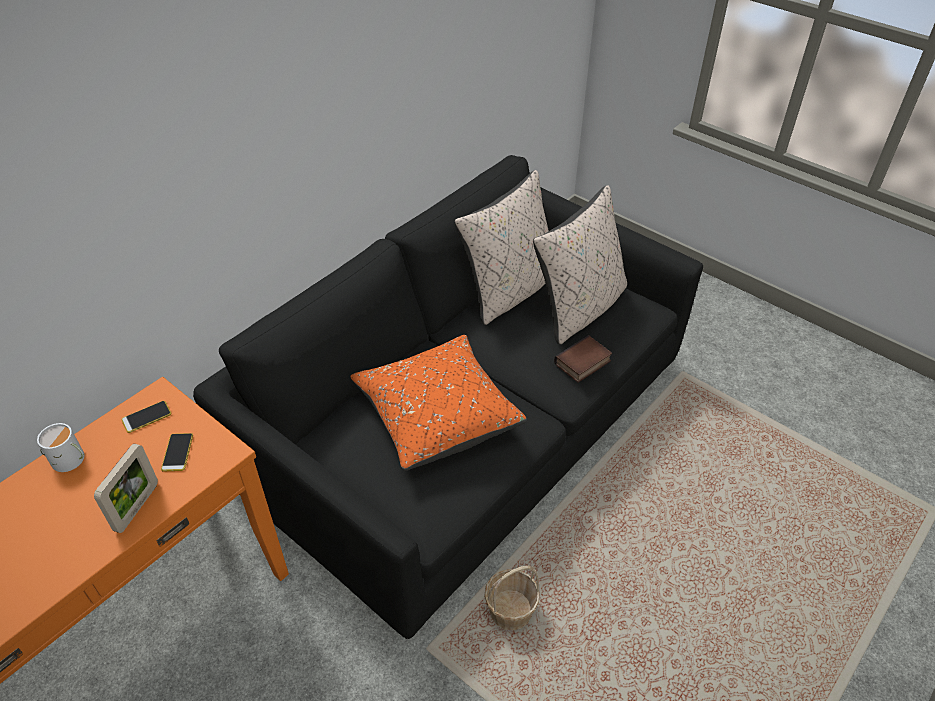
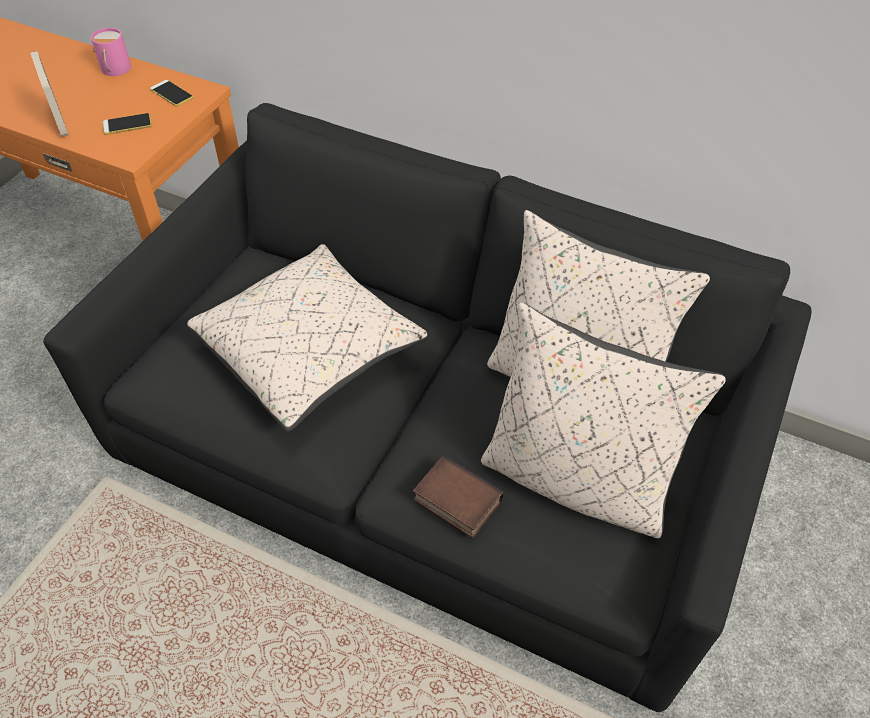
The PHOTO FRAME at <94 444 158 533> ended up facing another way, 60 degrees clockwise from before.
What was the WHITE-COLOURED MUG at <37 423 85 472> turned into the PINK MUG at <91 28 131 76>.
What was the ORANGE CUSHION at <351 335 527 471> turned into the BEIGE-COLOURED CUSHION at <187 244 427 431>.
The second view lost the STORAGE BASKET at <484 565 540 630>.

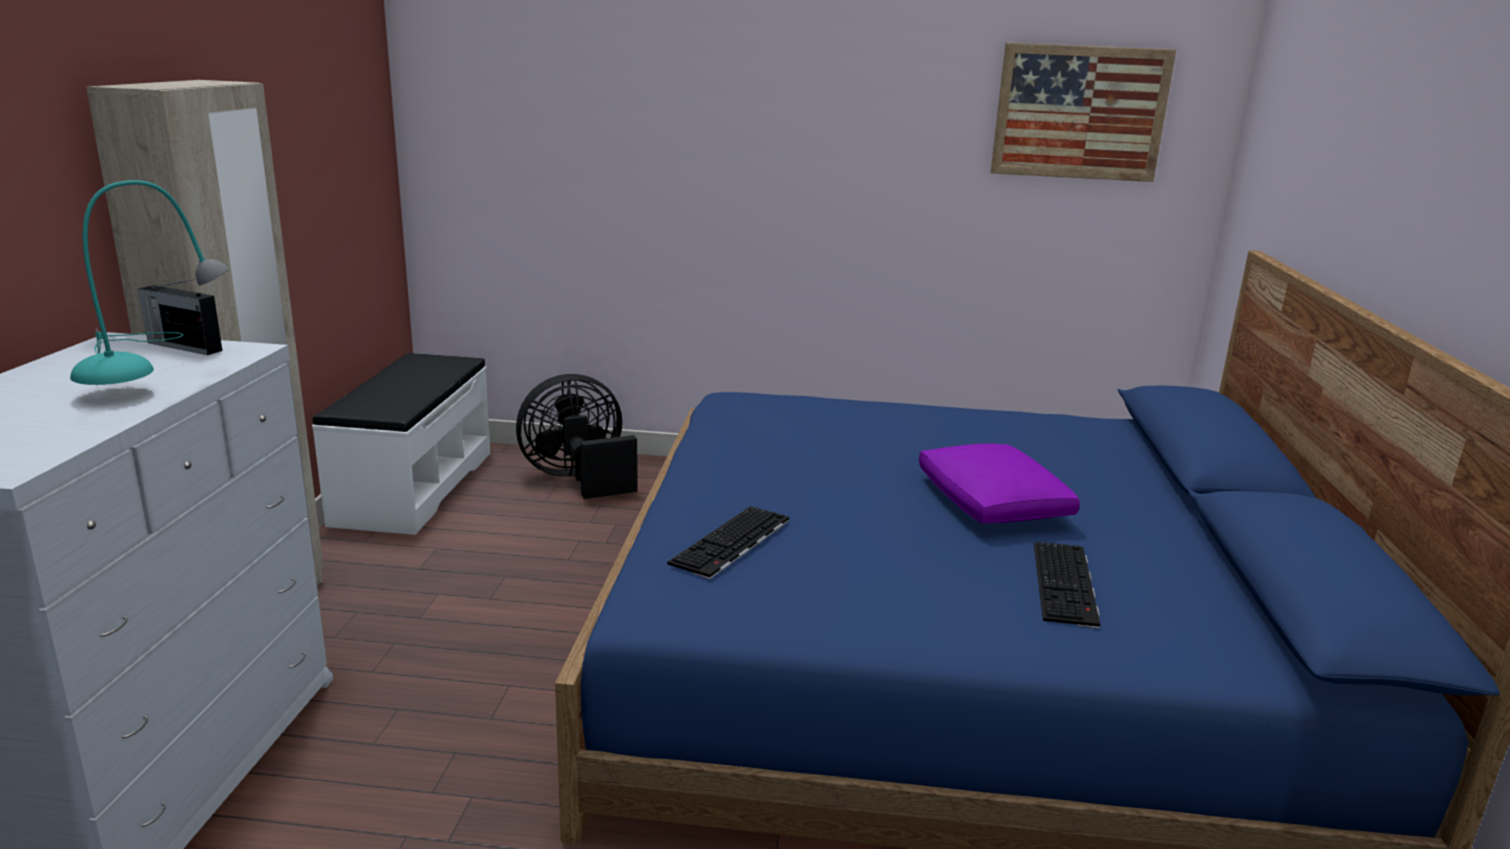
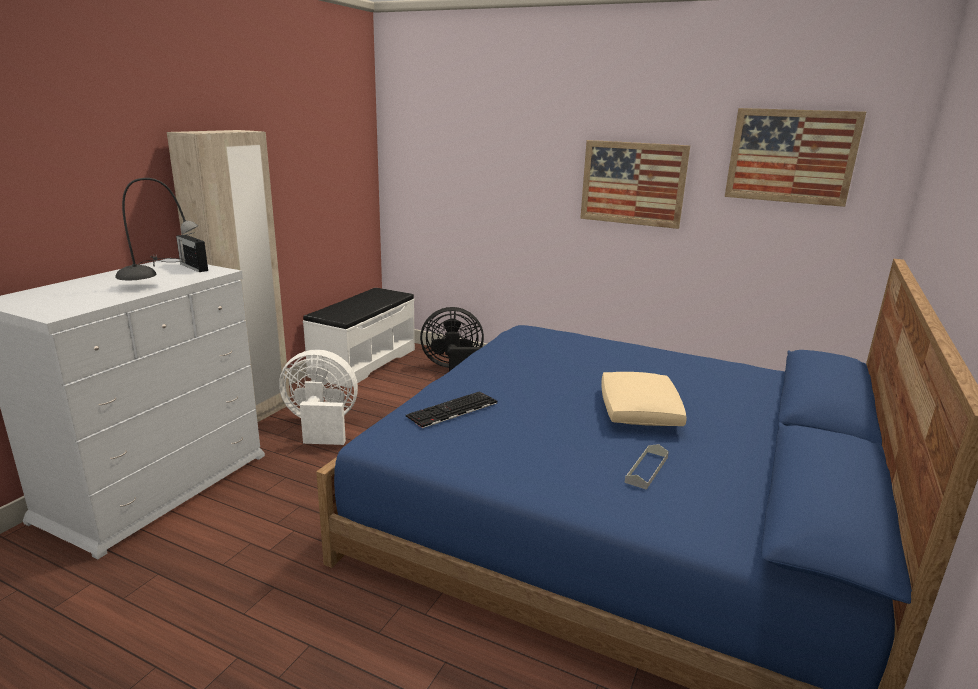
What was the BLUE-GREEN LAMP FOR A TABLE at <70 180 229 385> turned into the GRAY LAMP FOR A TABLE at <115 178 198 280>.
The second view gained the WHITE-COLOURED COOLING FAN at <279 350 358 445>.
The second view gained the WALL PICTURE at <580 140 690 229>.
What was the PURPLE CUSHION at <919 444 1080 524> turned into the BEIGE-COLOURED CUSHION at <601 372 687 426>.
Where the KEYBOARD stood at <1034 542 1100 628>, the GRAY CARRYING TRAY came to stand at <625 444 669 490>.

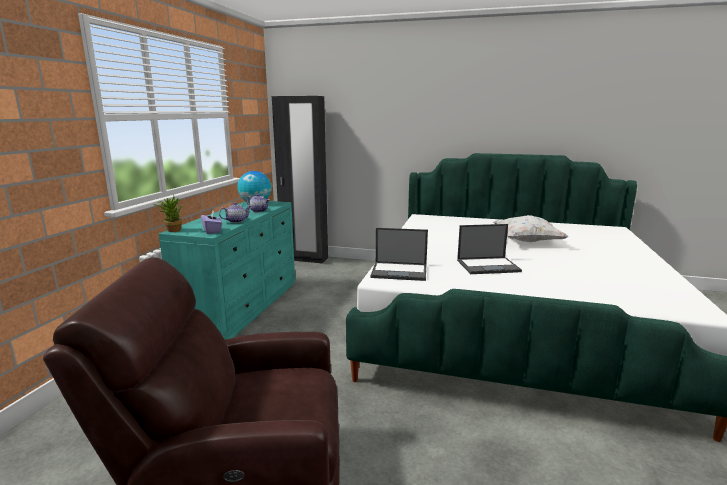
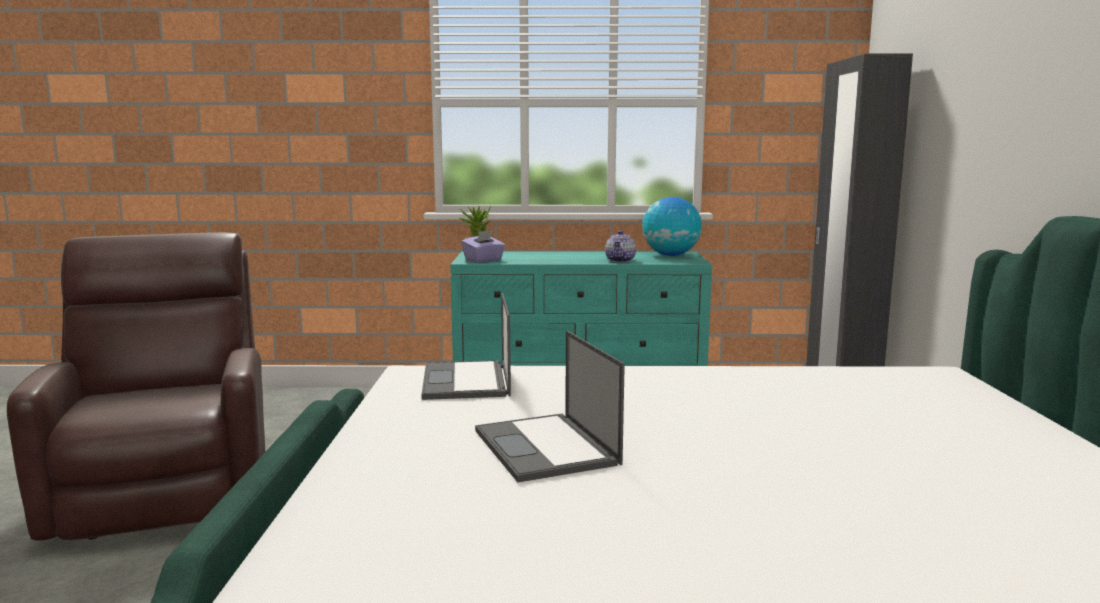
The second view lost the TEA POT at <219 202 251 223>.
The second view lost the WHITE-COLOURED CUSHION at <493 215 569 242>.

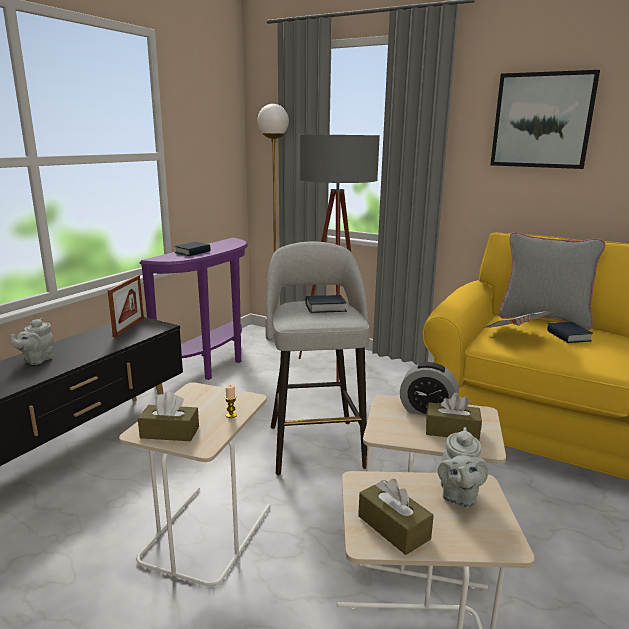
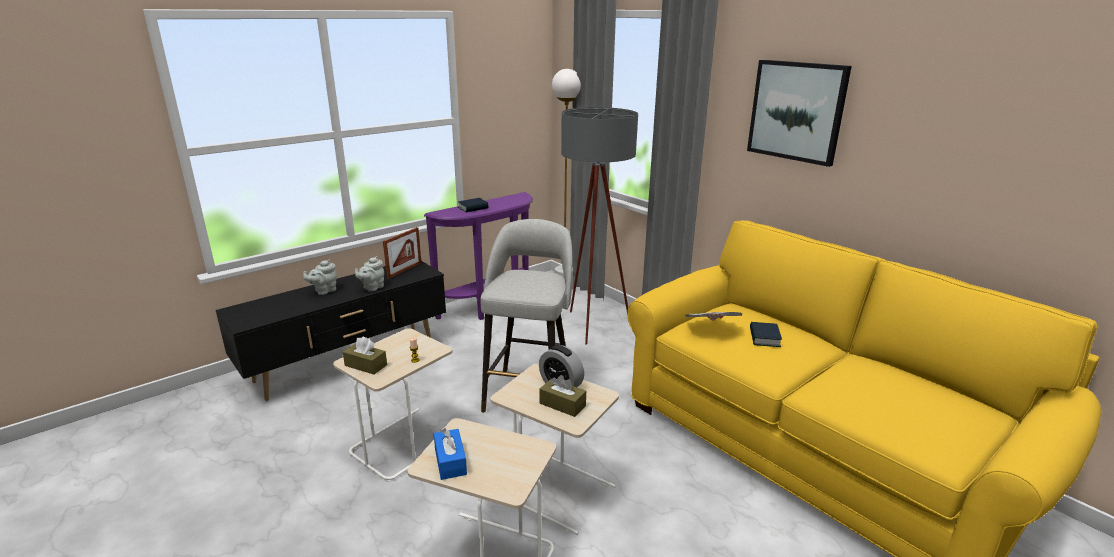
The GRAY TEA POT ended up elsewhere, having gone from <438 427 488 508> to <355 256 384 292>.
What was the BROWNISH TISSUE HOLDER at <358 479 434 555> turned into the BLUE TISSUE HOLDER at <434 428 467 480>.
The second view lost the VOLUME at <306 295 347 313>.
The second view lost the GRAY CUSHION at <498 232 605 330>.

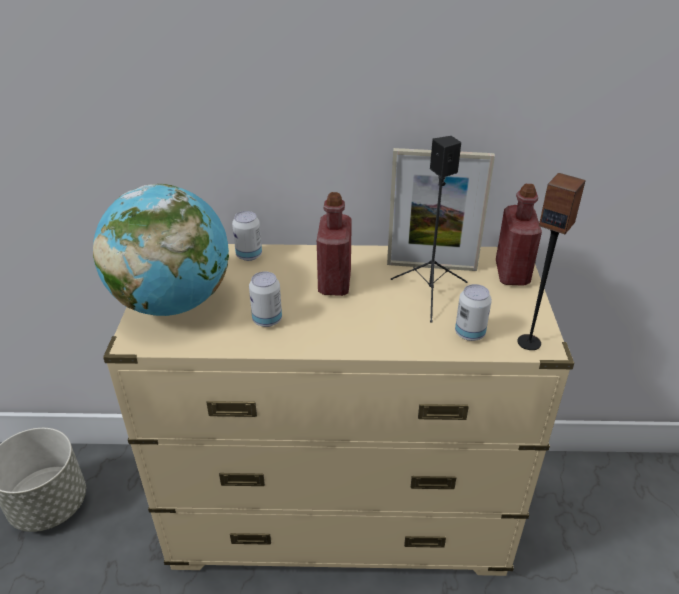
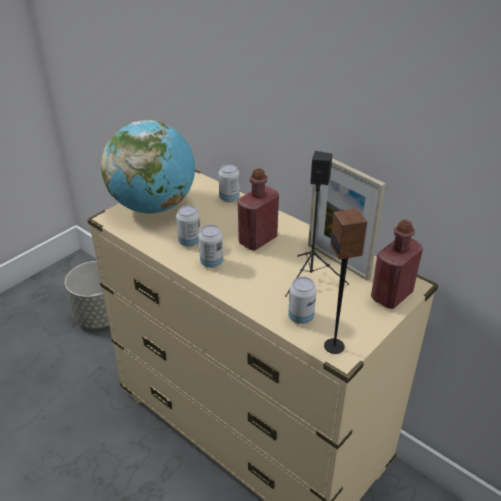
The second view gained the CAN at <199 225 223 268>.

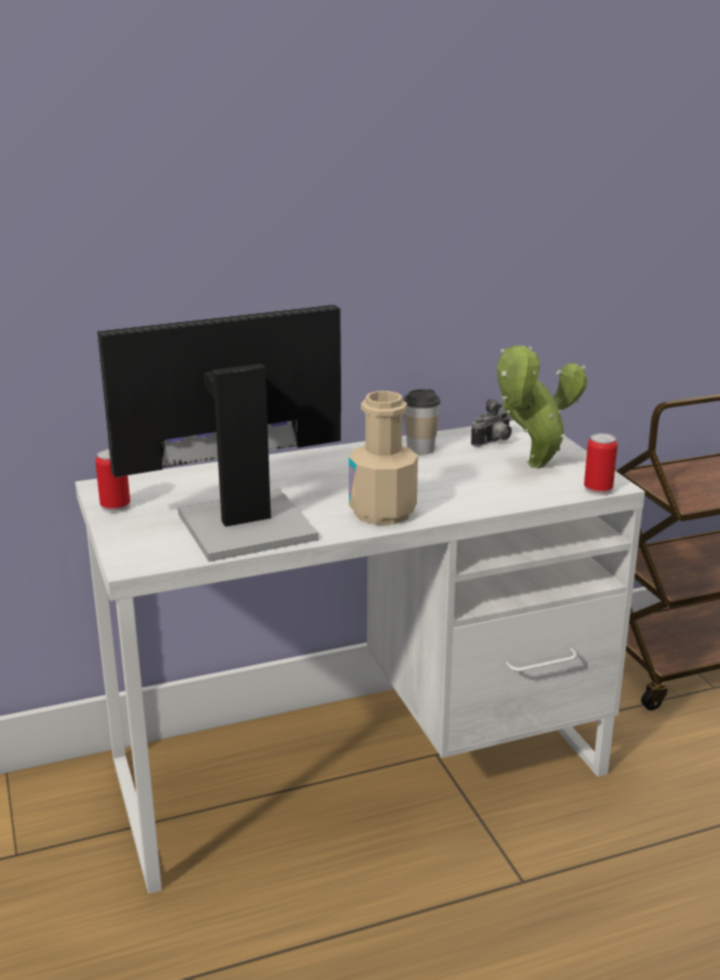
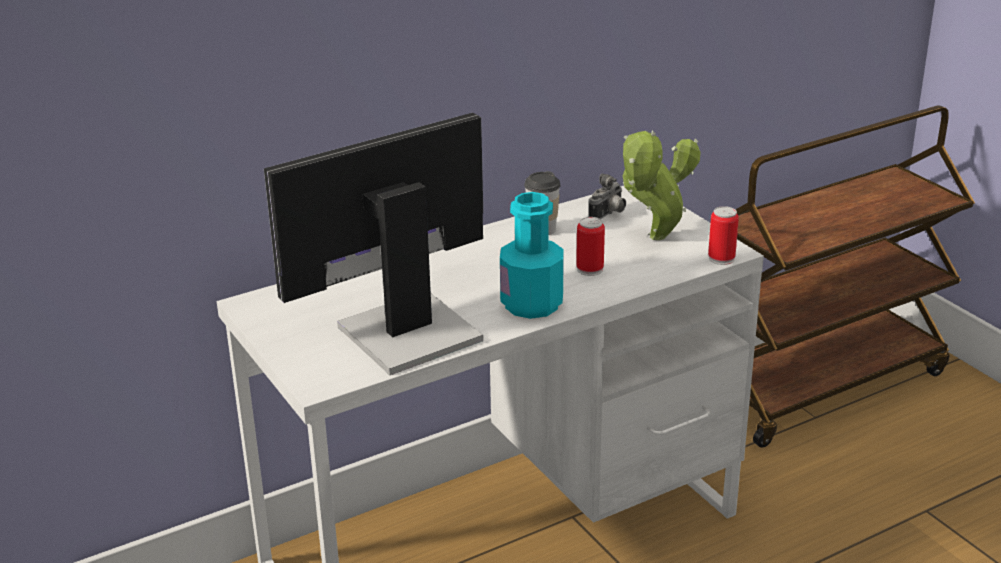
What was the BEIGE-COLOURED BEVERAGE BOTTLE at <349 391 418 525> turned into the BLUE-GREEN BEVERAGE BOTTLE at <500 192 564 319>.
The CAN ended up elsewhere, having gone from <95 449 130 513> to <576 217 605 276>.

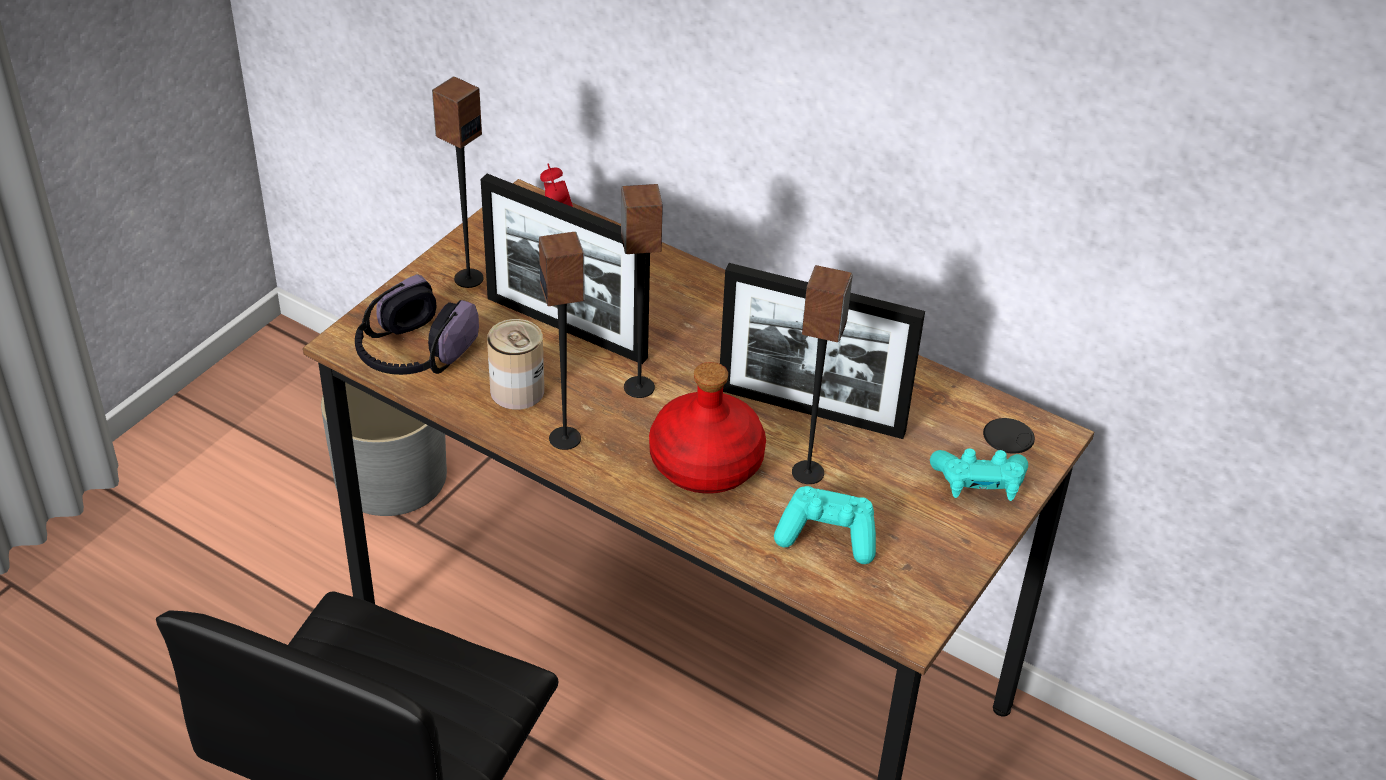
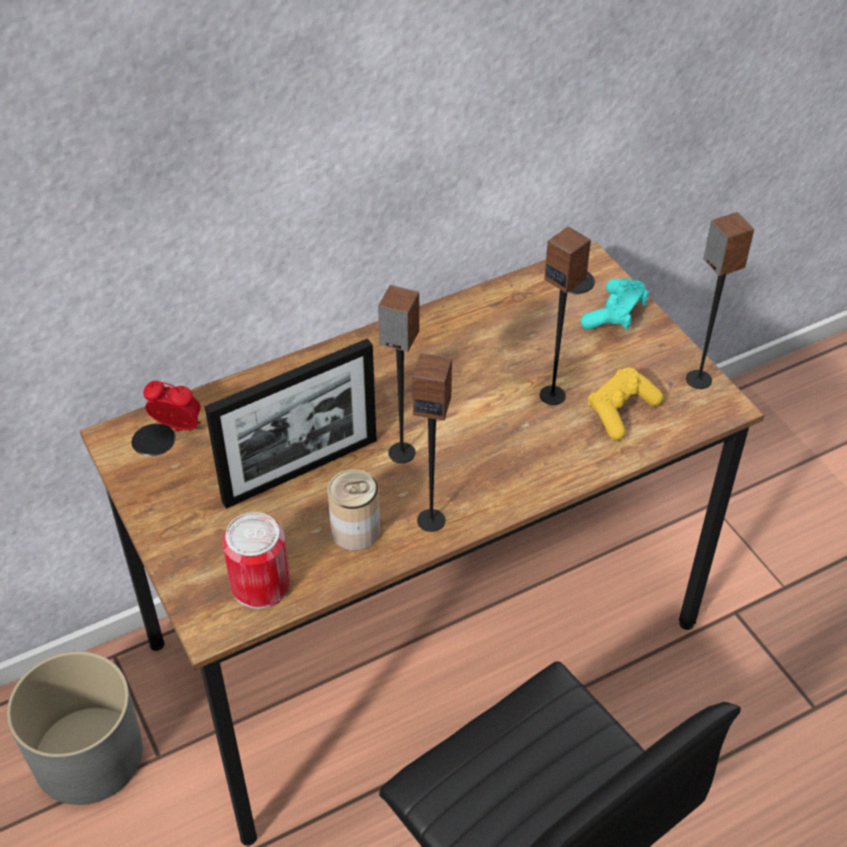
Where the HEADPHONES stood at <355 274 479 375>, the CAN came to stand at <222 512 290 609>.
What was the BLUE-GREEN GAMEPAD at <774 486 876 564> turned into the YELLOW-COLOURED GAMEPAD at <588 367 663 441>.
The SPEAKER ended up elsewhere, having gone from <432 76 484 288> to <686 212 754 389>.
The second view lost the RED BEVERAGE BOTTLE at <649 362 766 494>.
The second view lost the PHOTO FRAME at <720 263 925 439>.

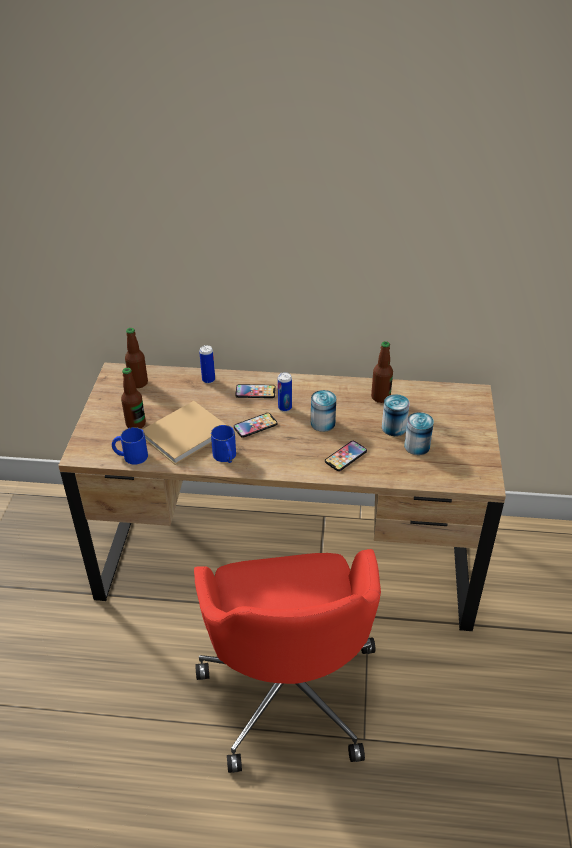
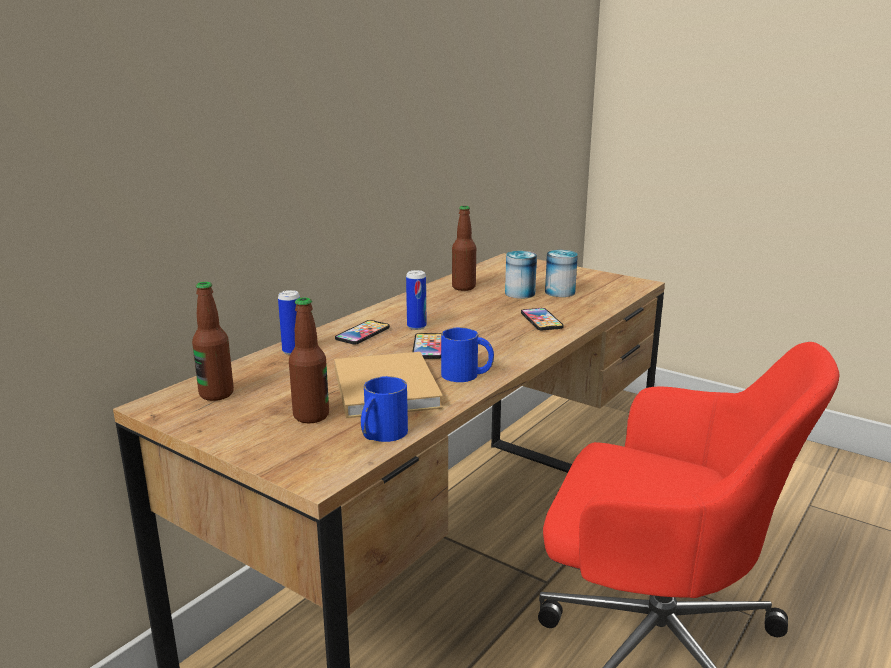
The second view lost the CAN at <311 390 336 432>.

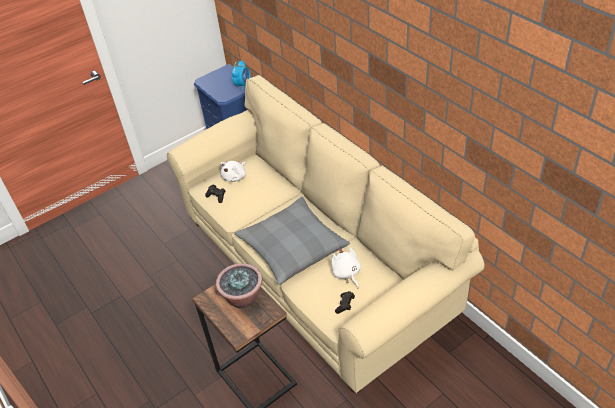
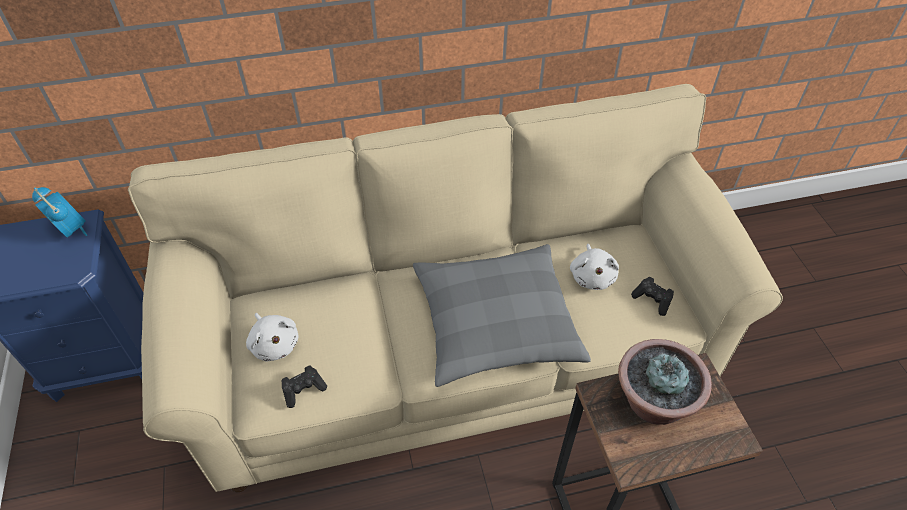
The WHITE-COLOURED CUDDLY TOY at <331 248 361 288> ended up facing another way, 90 degrees counterclockwise from before.

